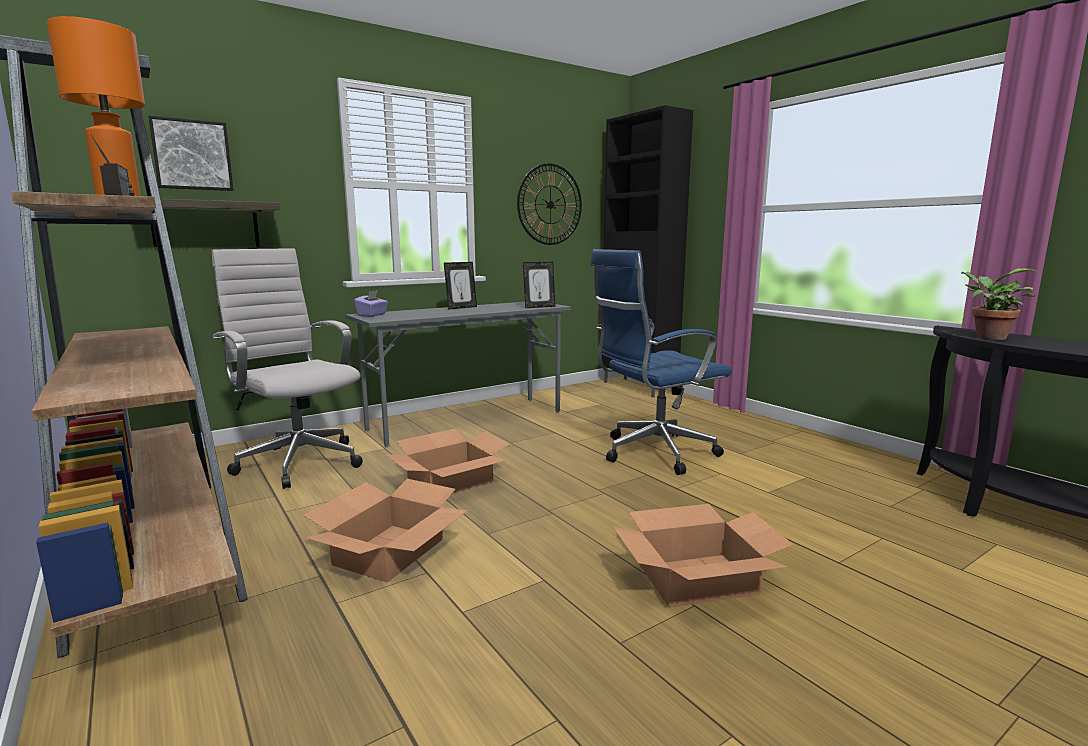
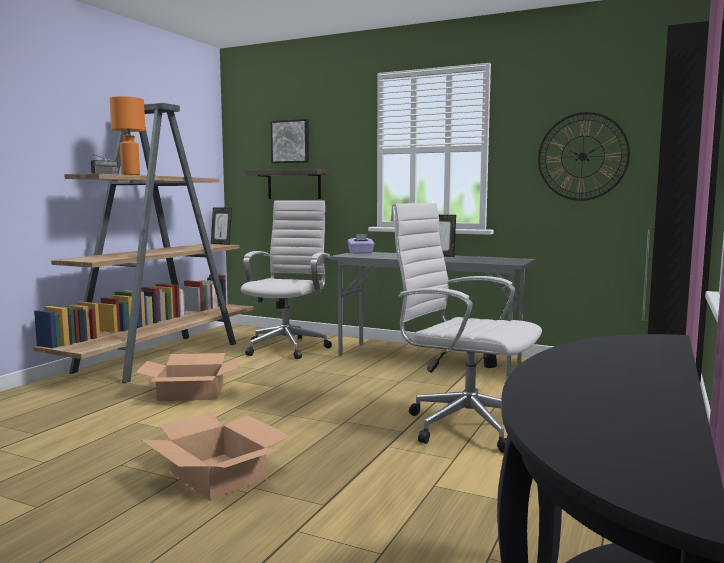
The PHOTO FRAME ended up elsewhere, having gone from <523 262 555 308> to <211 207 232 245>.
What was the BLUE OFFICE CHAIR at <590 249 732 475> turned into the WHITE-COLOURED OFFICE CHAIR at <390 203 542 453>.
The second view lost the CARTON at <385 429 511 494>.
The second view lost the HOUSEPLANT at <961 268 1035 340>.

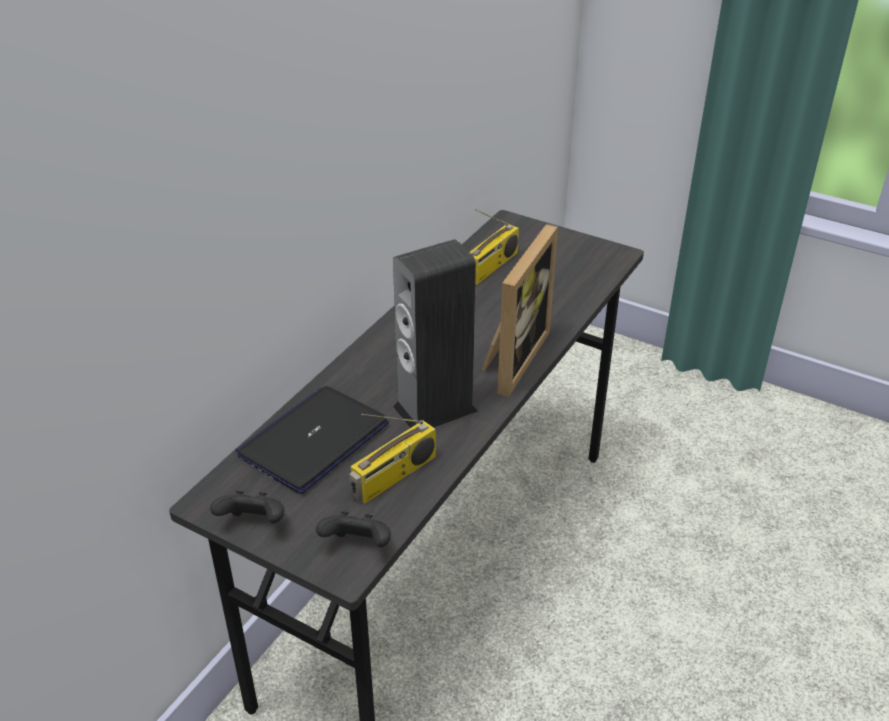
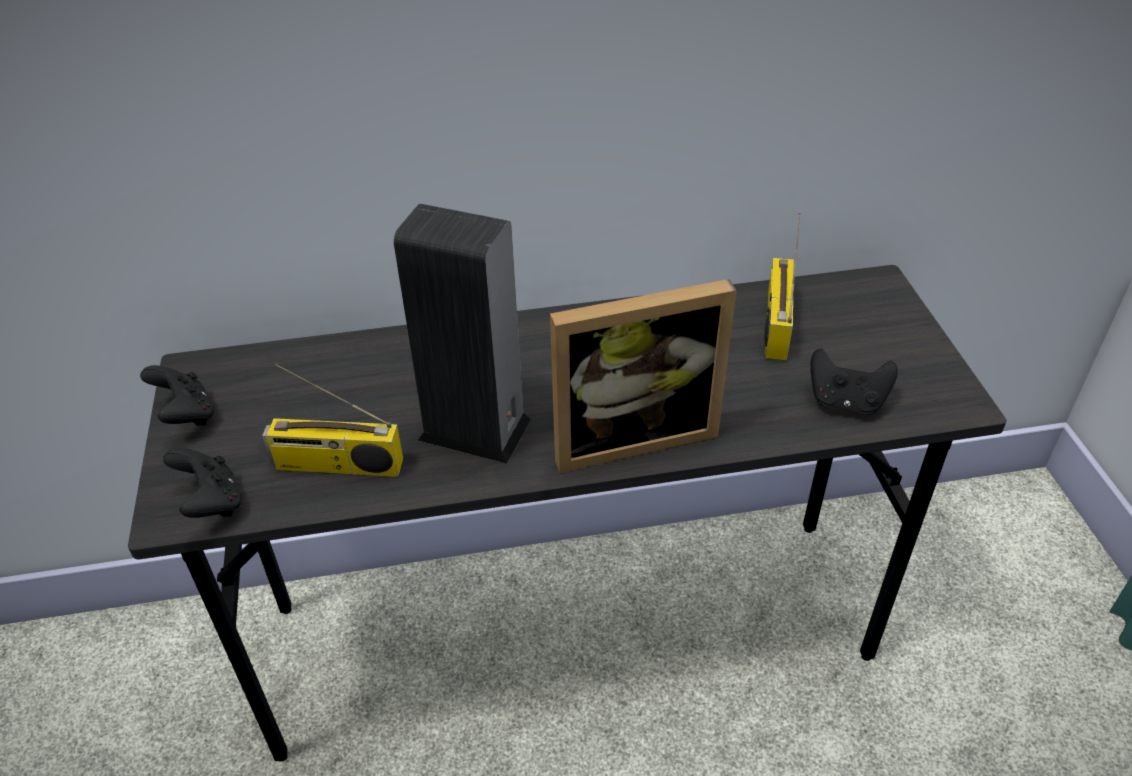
The RADIO SET at <470 209 519 285> ended up facing another way, 105 degrees clockwise from before.
The second view gained the BLACK-COLOURED GAMEPAD at <810 348 898 415>.
The second view lost the PORTABLE COMPUTER at <236 386 389 494>.

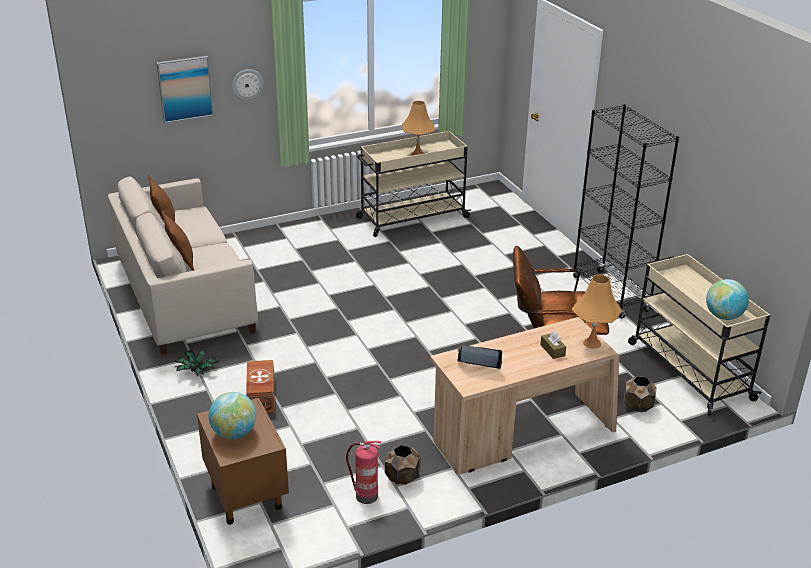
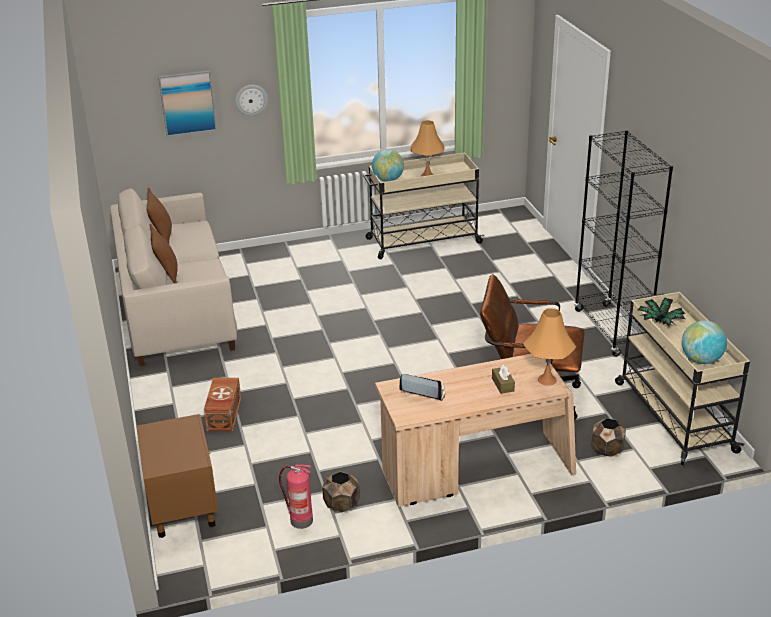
The GLOBE ended up elsewhere, having gone from <209 392 256 439> to <372 149 404 182>.
The HOUSEPLANT ended up elsewhere, having gone from <174 348 219 377> to <637 297 686 326>.

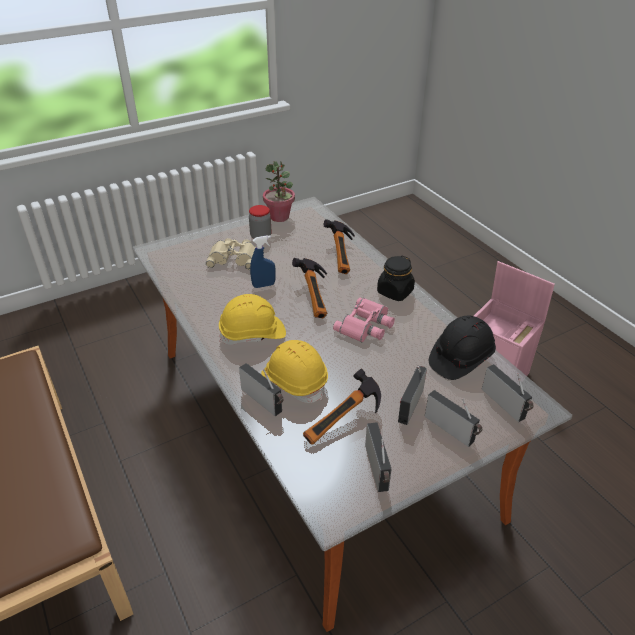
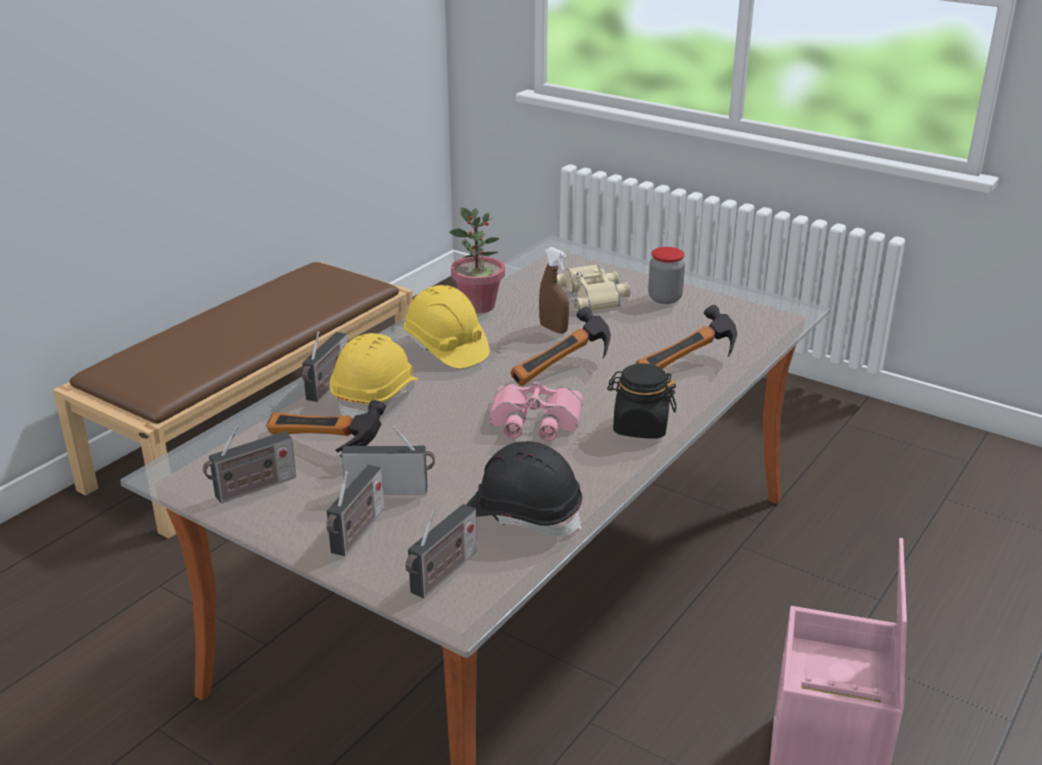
The HOUSEPLANT ended up elsewhere, having gone from <263 161 295 222> to <449 207 505 313>.
What was the BLUE HAND SPRAYER at <250 235 276 288> turned into the BROWNISH HAND SPRAYER at <539 247 569 334>.

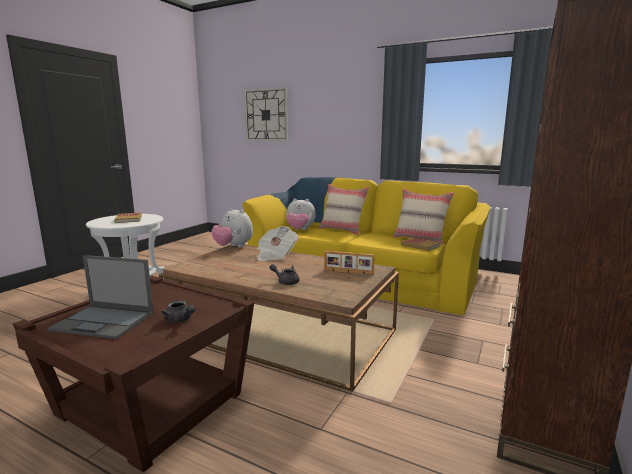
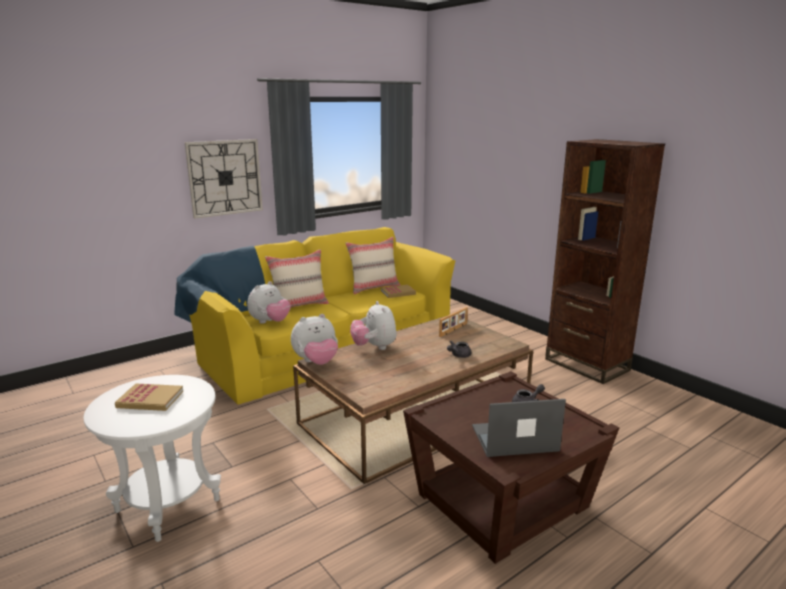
The CLOCK ON THE WALL ended up elsewhere, having gone from <244 87 288 141> to <184 139 263 219>.
Where the PRINTED PAPER stood at <257 226 298 261>, the CUDDLY TOY came to stand at <350 301 396 350>.
The PORTABLE COMPUTER at <47 255 154 339> ended up facing another way, 135 degrees counterclockwise from before.

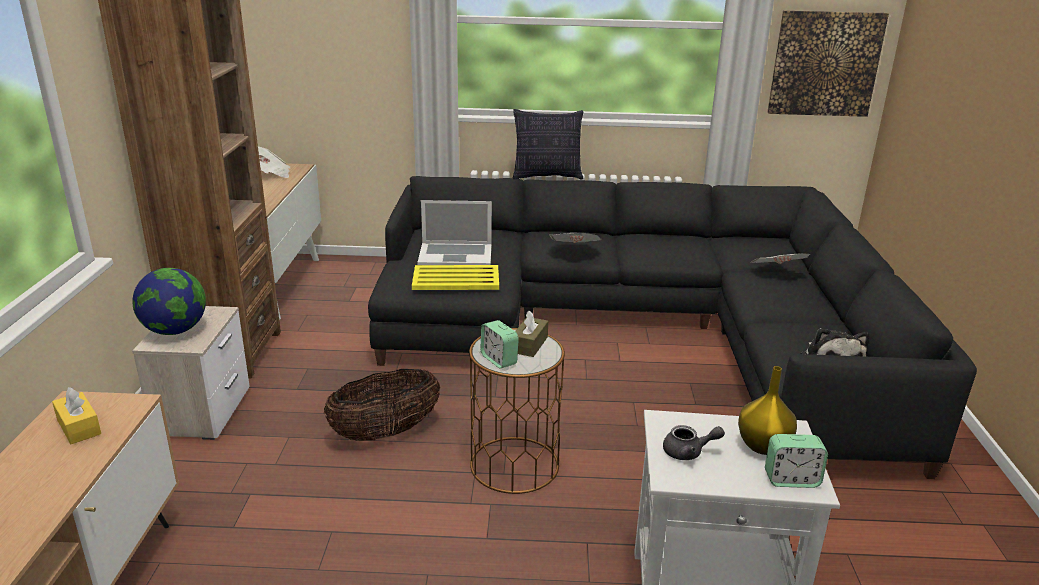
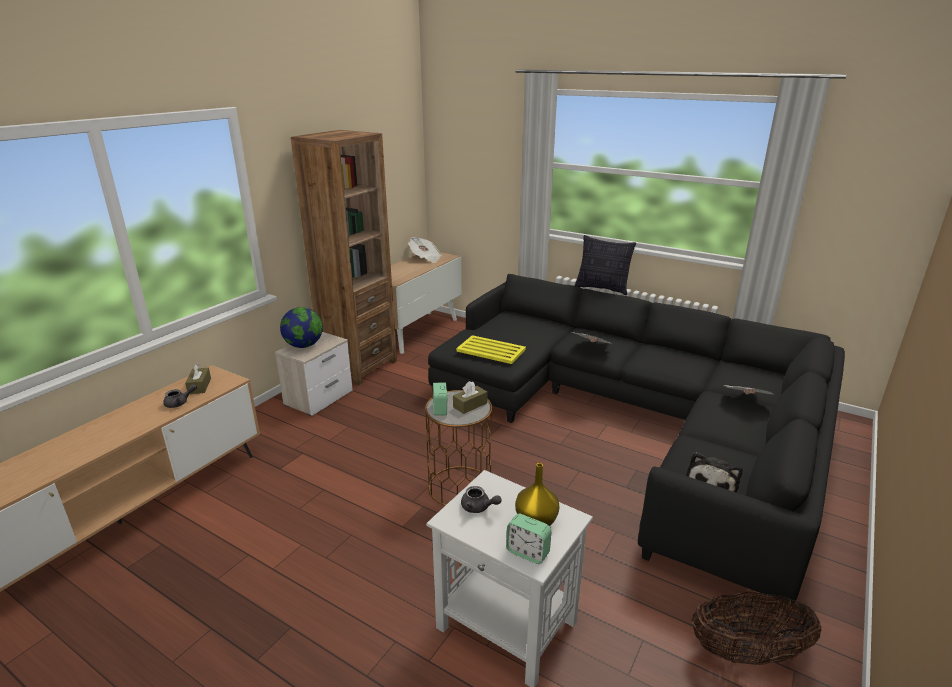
The second view gained the GRAY TEA POT at <163 384 197 408>.
What was the YELLOW-COLOURED TISSUE HOLDER at <52 387 101 444> turned into the BROWNISH TISSUE HOLDER at <185 363 211 394>.
The STORAGE BASKET ended up elsewhere, having gone from <324 369 440 441> to <691 592 822 665>.
The second view lost the PORTABLE COMPUTER at <417 200 492 265>.
The second view lost the WALL PICTURE at <767 10 889 117>.

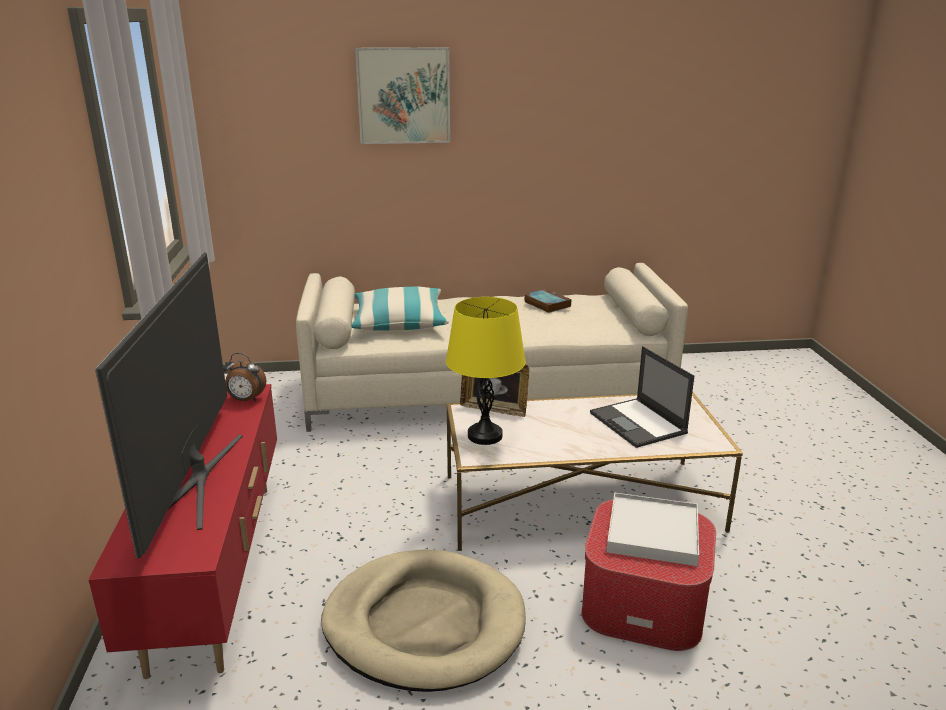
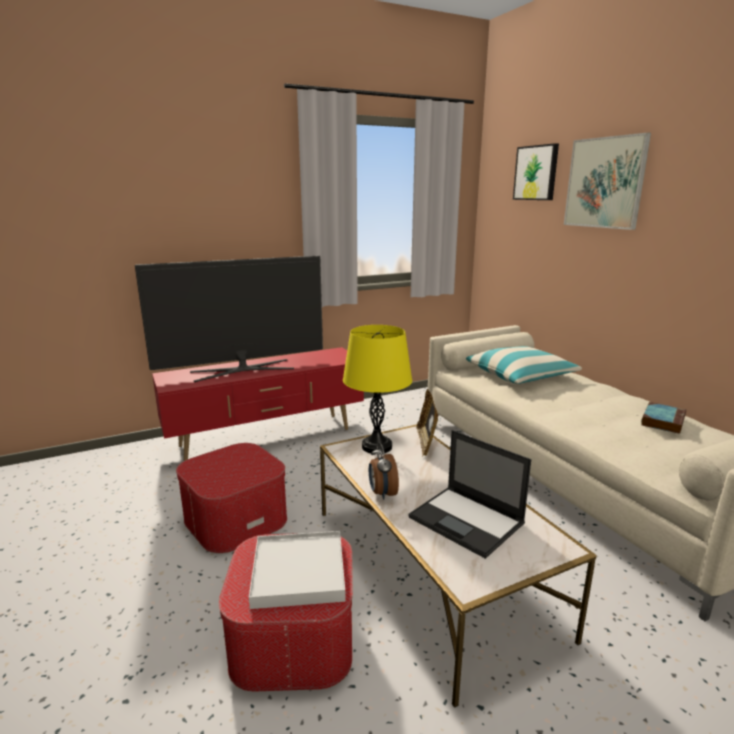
Where the BEIGE-COLOURED DOG CUSHION stood at <321 549 526 692>, the FOOTREST came to stand at <176 443 287 553>.
The TABLE CLOCK ended up elsewhere, having gone from <224 353 266 402> to <369 443 399 500>.
The PORTABLE COMPUTER at <590 346 694 448> ended up facing another way, 90 degrees counterclockwise from before.
The second view gained the WALL PICTURE at <513 143 559 200>.

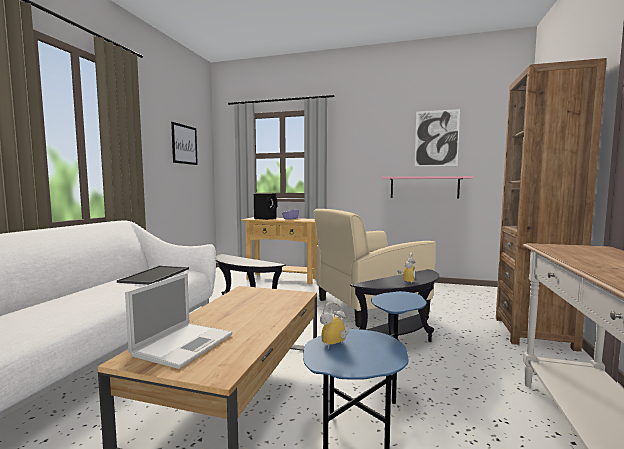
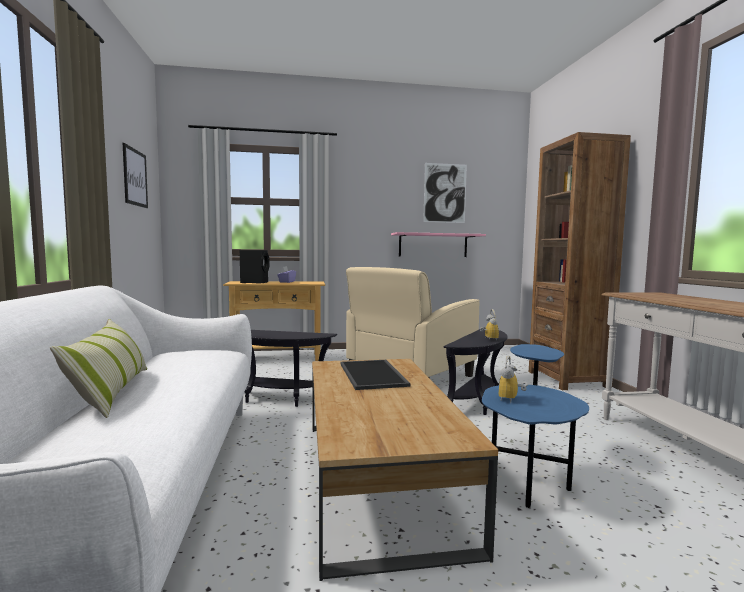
The second view gained the CUSHION at <50 319 147 418>.
The CARRYING TRAY ended up elsewhere, having gone from <117 266 189 285> to <340 360 410 390>.
The second view lost the PORTABLE COMPUTER at <125 273 233 369>.

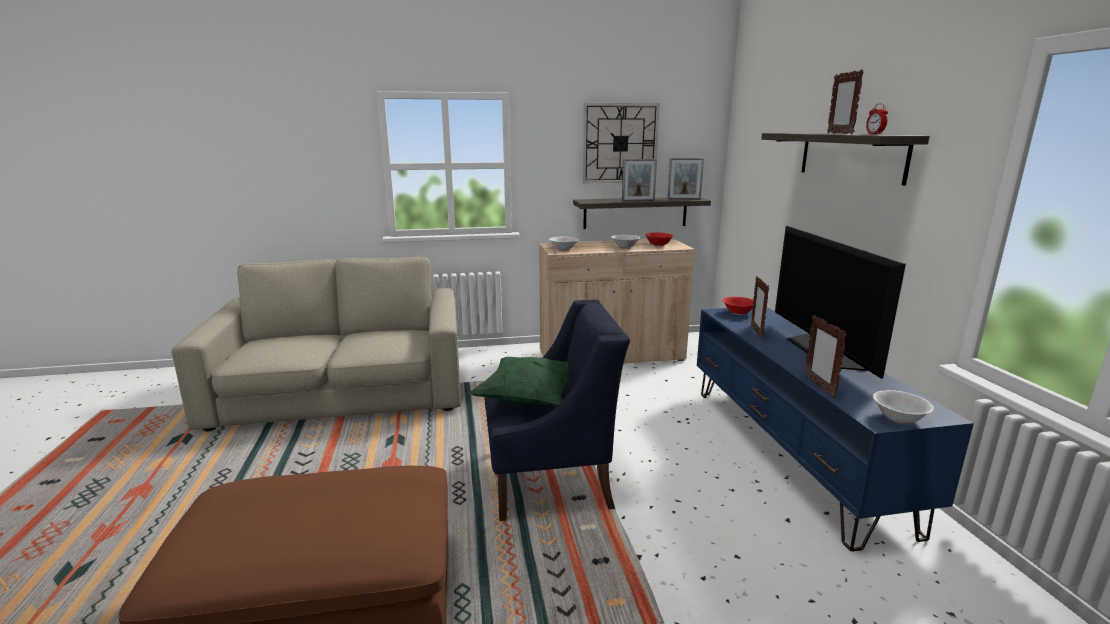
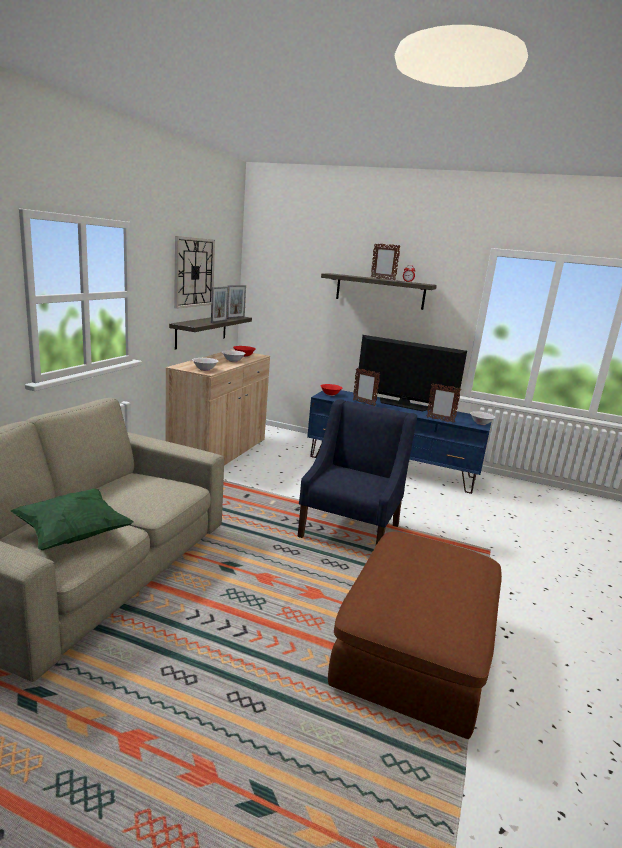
The GREEN-COLOURED CUSHION ended up elsewhere, having gone from <470 357 569 406> to <11 489 134 550>.

